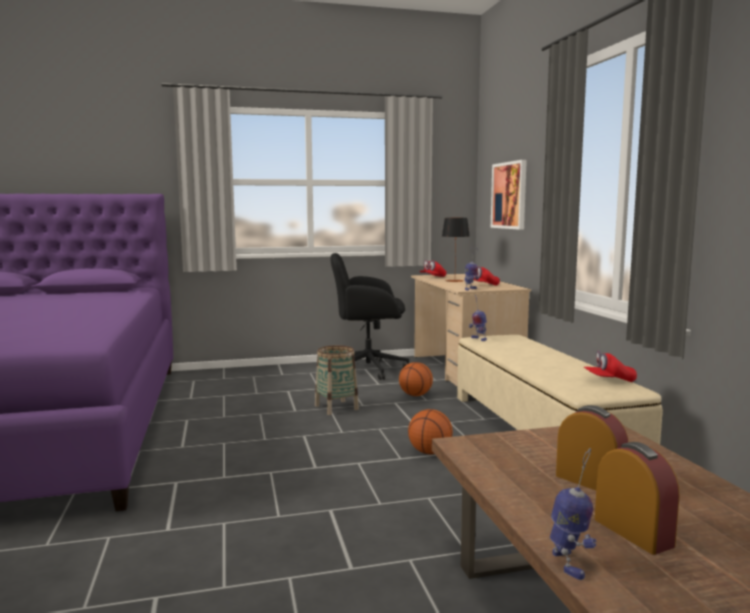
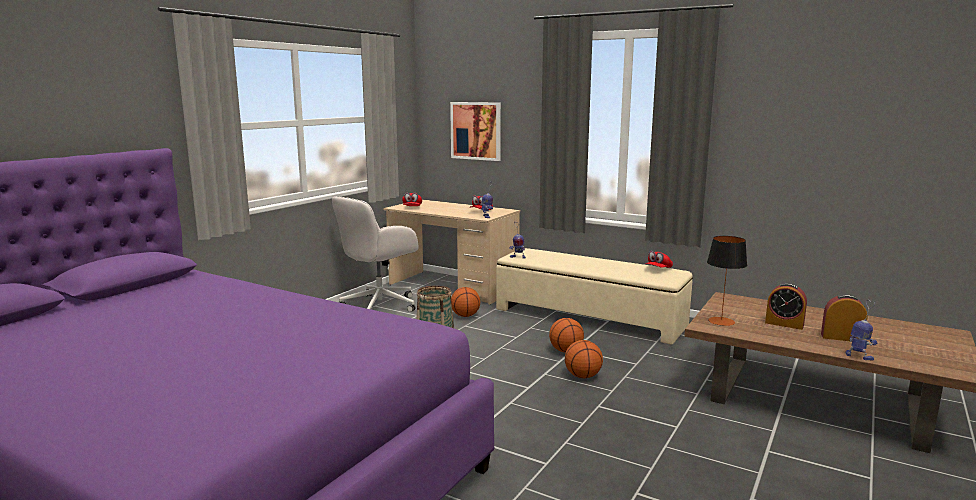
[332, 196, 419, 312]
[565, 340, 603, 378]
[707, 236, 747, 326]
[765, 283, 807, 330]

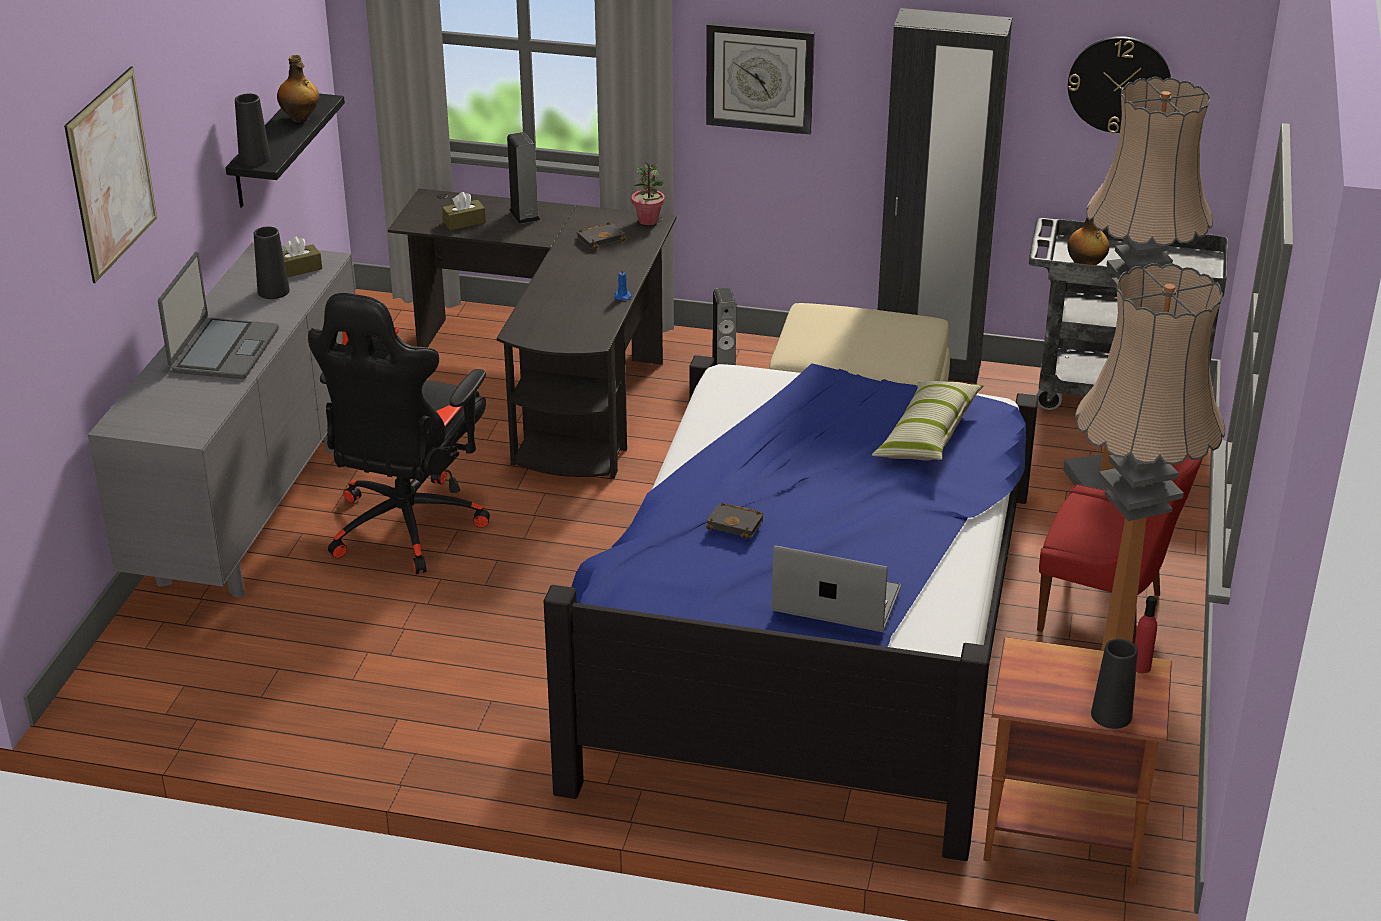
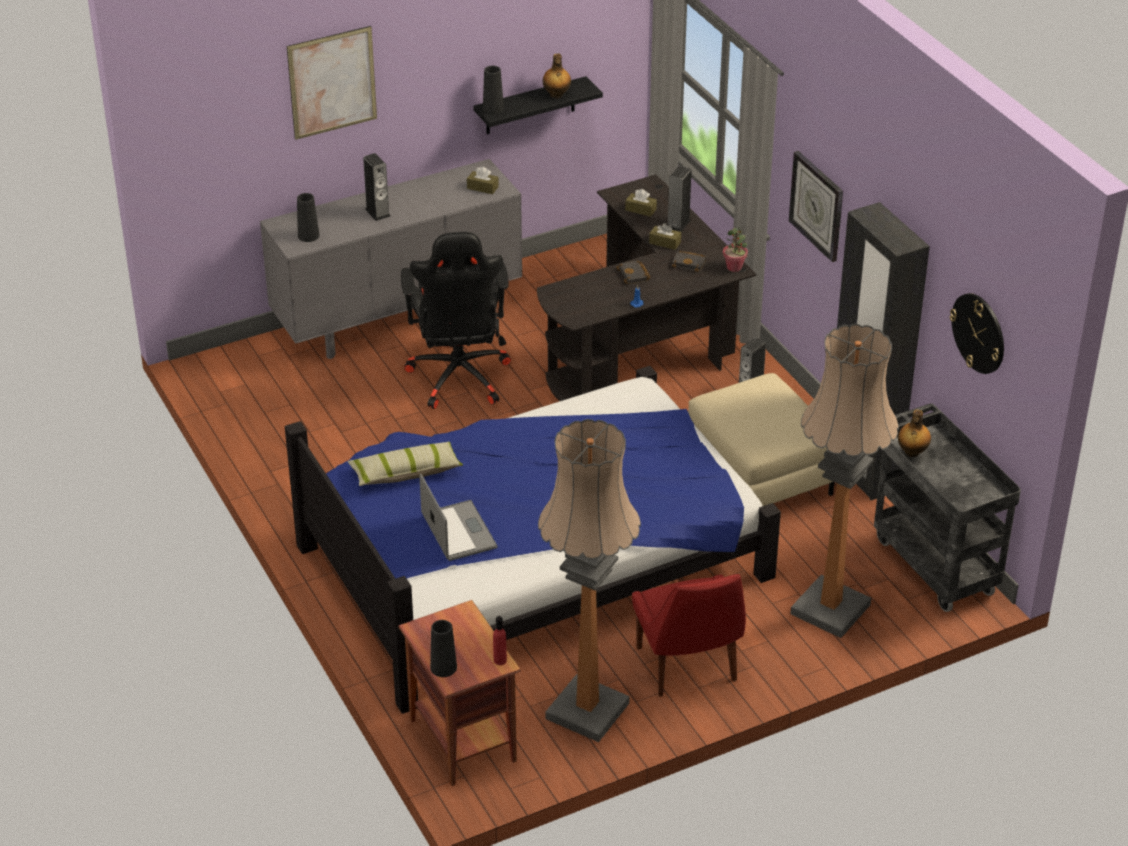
[297, 193, 320, 242]
[348, 442, 463, 486]
[363, 153, 391, 221]
[401, 232, 511, 409]
[616, 261, 650, 284]
[649, 223, 681, 250]

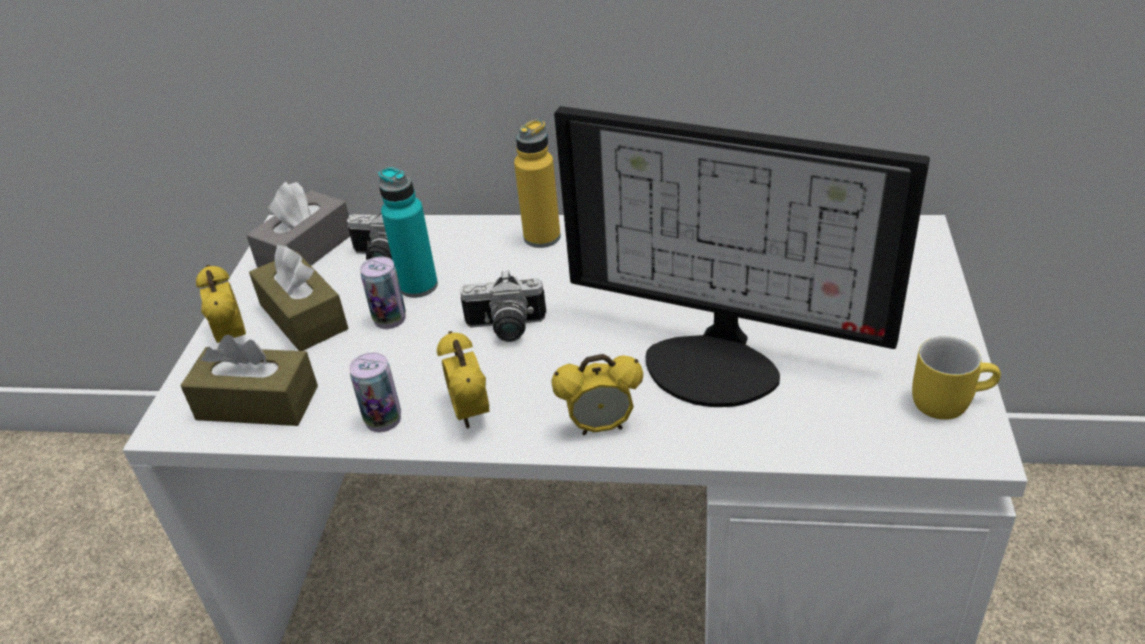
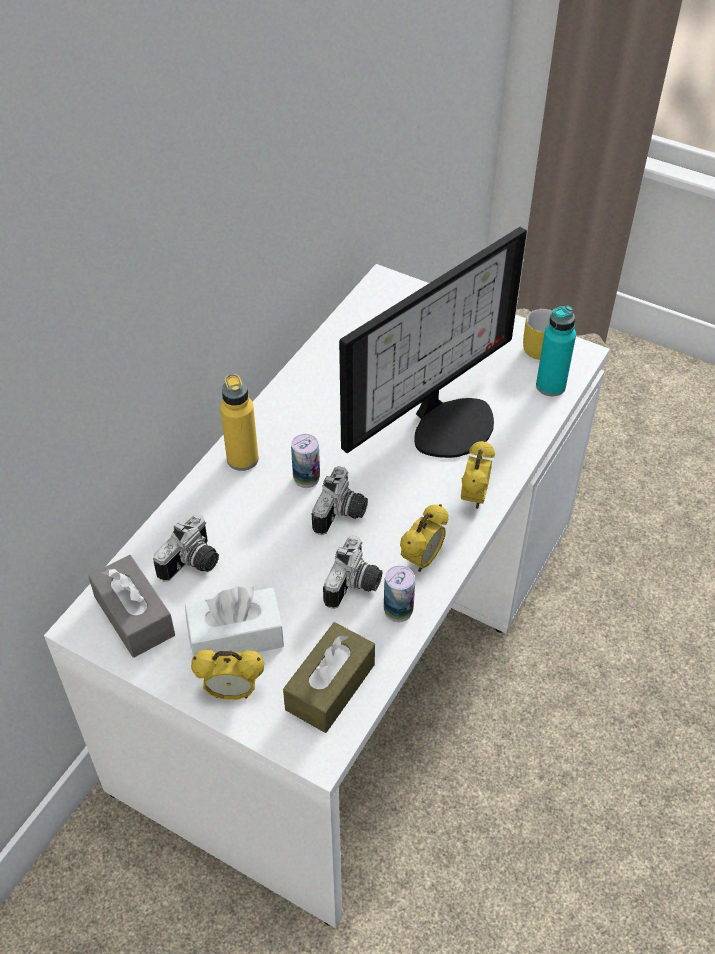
[185, 586, 284, 656]
[291, 434, 320, 488]
[323, 535, 382, 609]
[400, 504, 449, 572]
[536, 305, 576, 396]

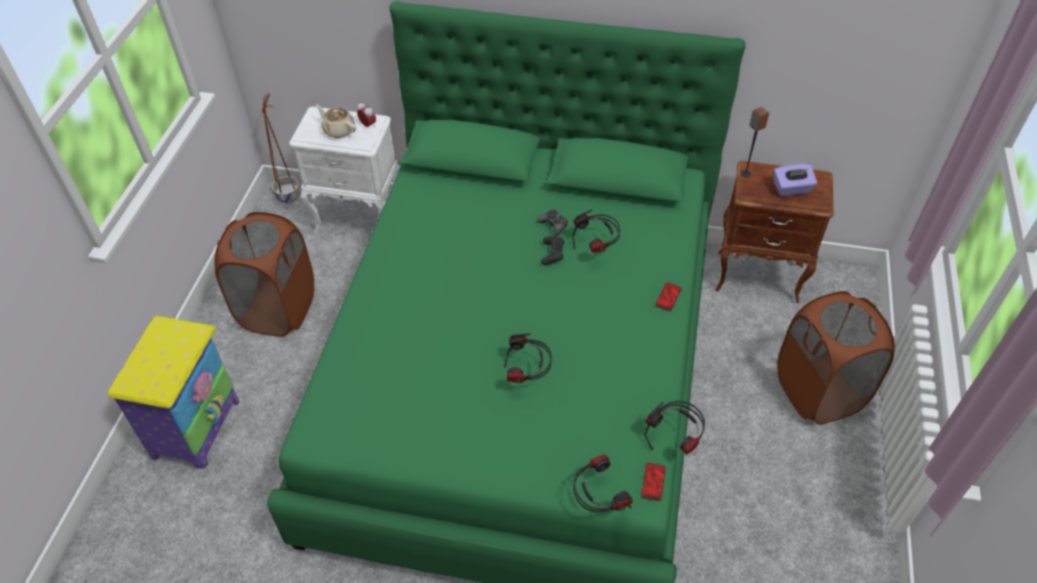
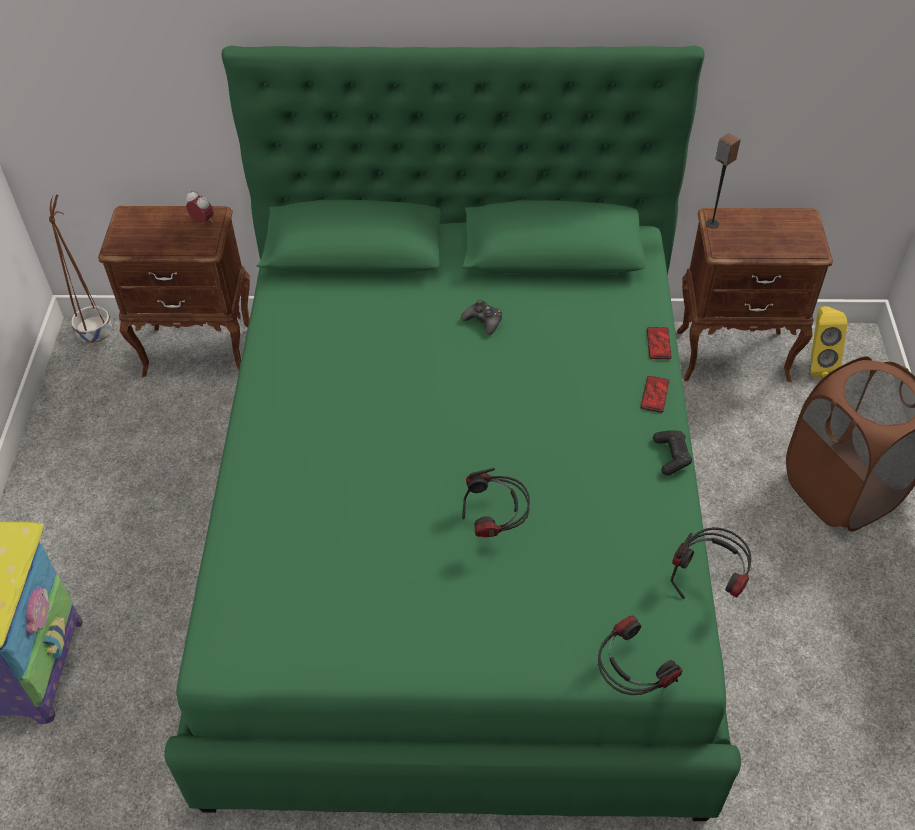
[98, 206, 250, 377]
[647, 327, 672, 359]
[653, 430, 692, 475]
[811, 306, 847, 377]
[214, 212, 314, 337] (first image)
[316, 104, 356, 138] (first image)
[572, 210, 620, 253] (first image)
[774, 164, 817, 196] (first image)

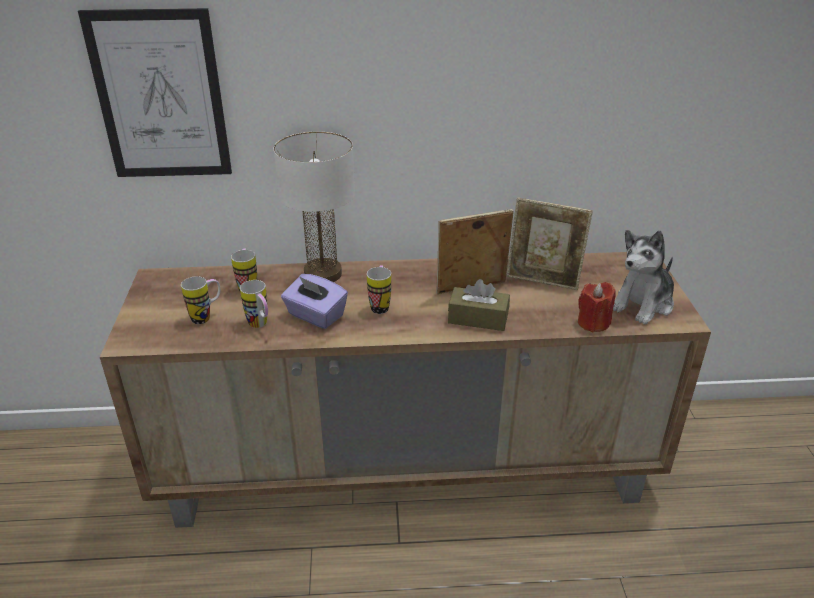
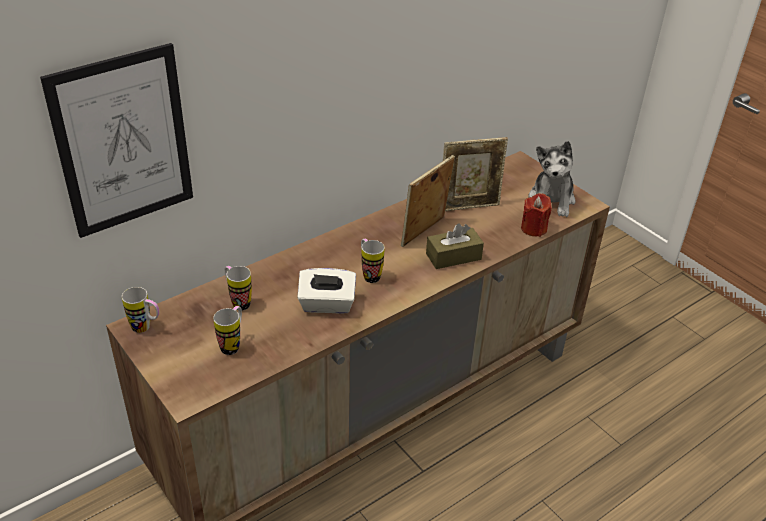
[122, 287, 159, 333]
[297, 268, 356, 314]
[274, 132, 355, 282] (first image)

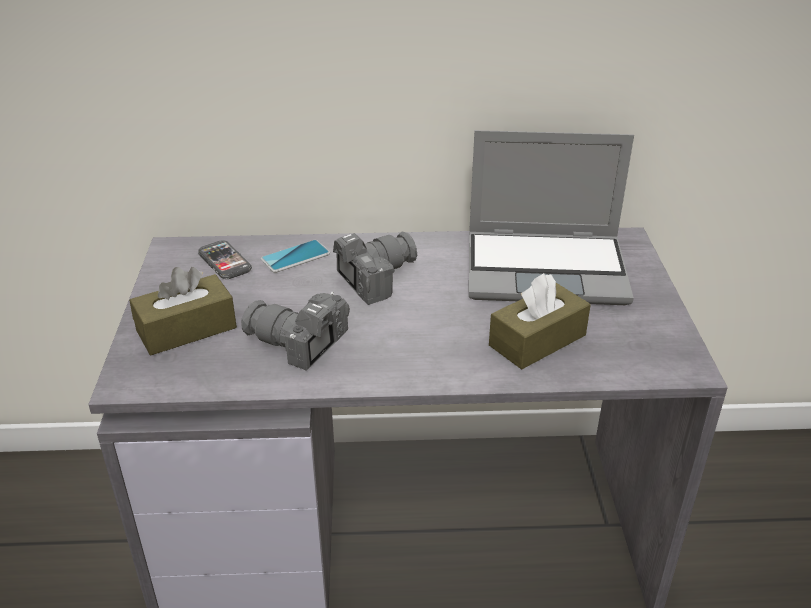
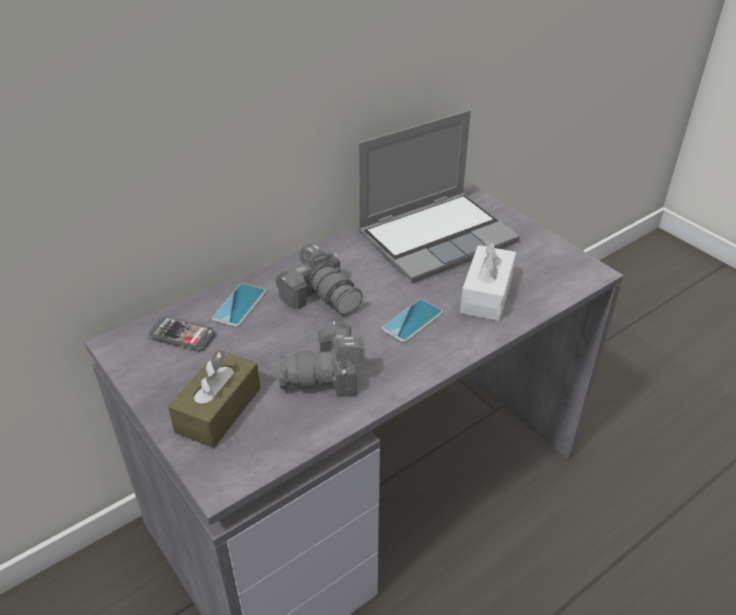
[275, 243, 362, 314]
[382, 299, 443, 342]
[460, 240, 516, 321]

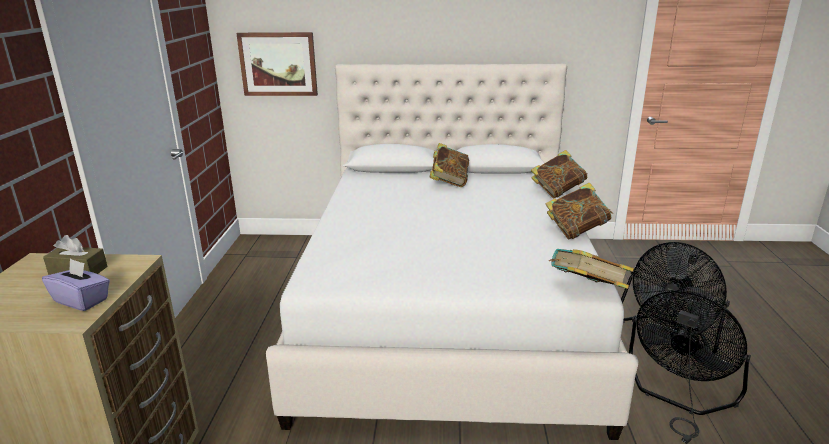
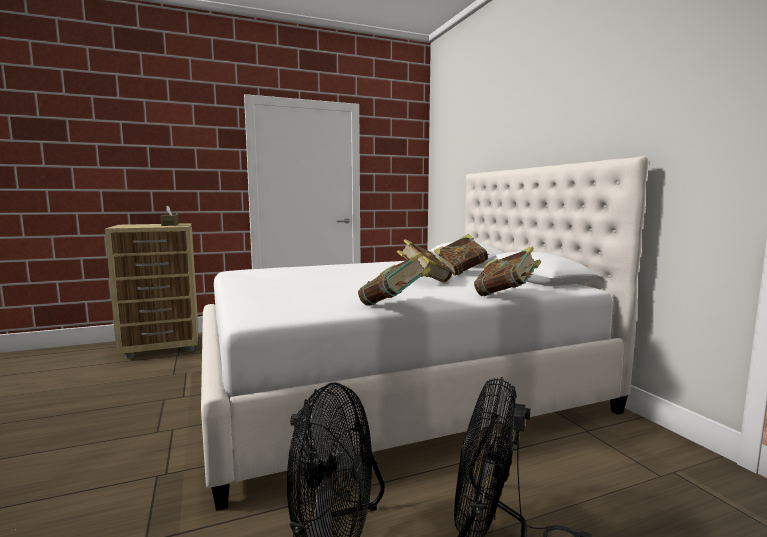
[397, 239, 452, 283]
[42, 258, 110, 311] (first image)
[236, 32, 318, 96] (first image)

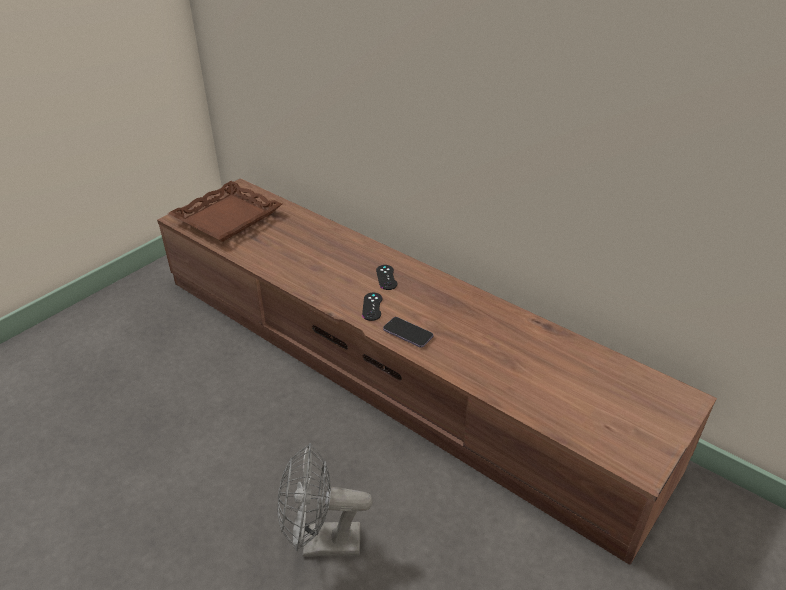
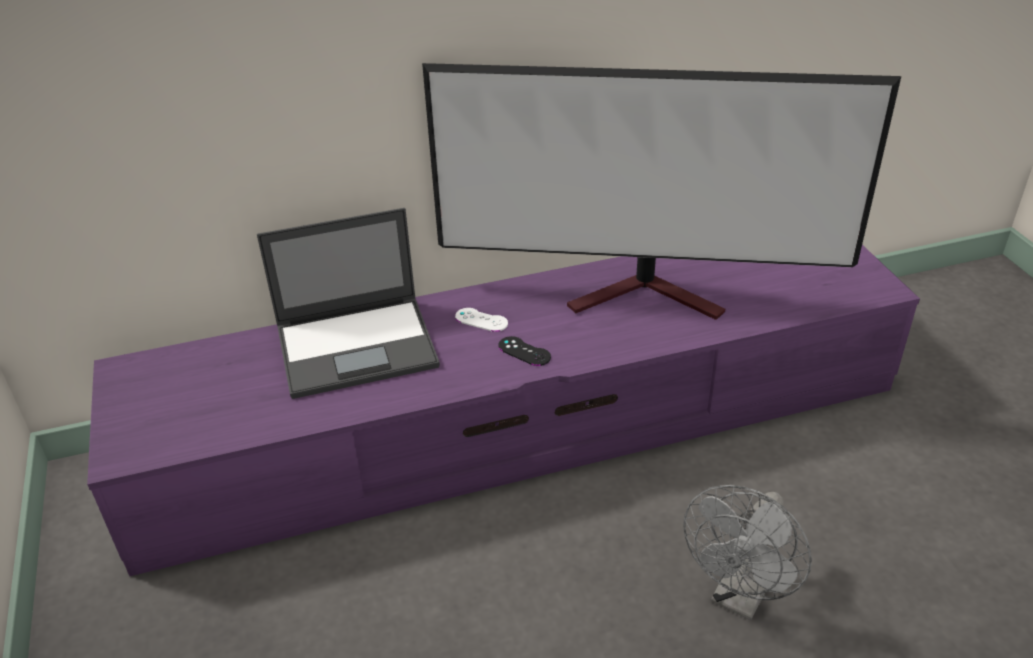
[87, 245, 920, 576]
[257, 208, 440, 399]
[422, 63, 901, 320]
[455, 308, 508, 332]
[168, 181, 282, 242] (first image)
[383, 317, 433, 348] (first image)

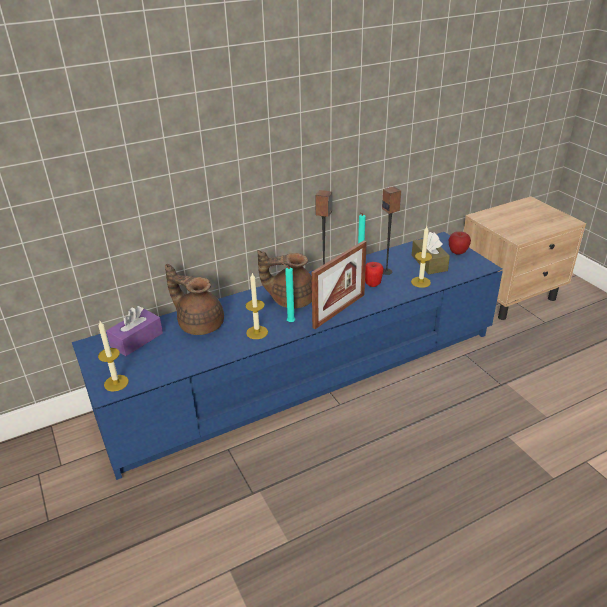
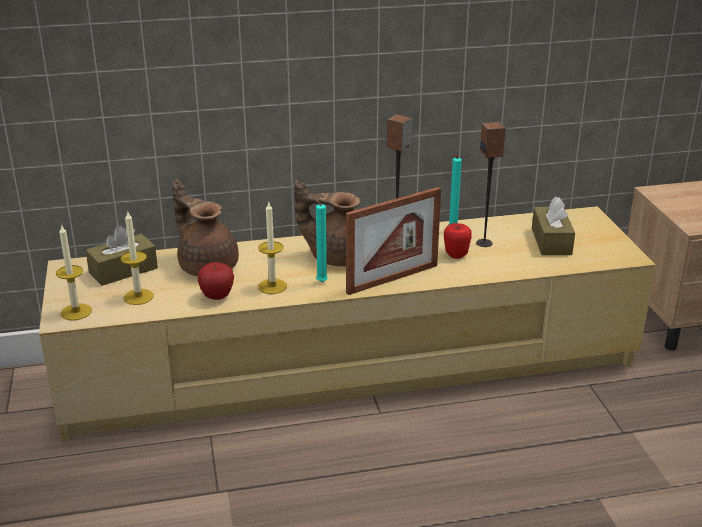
[39, 206, 656, 442]
[85, 225, 158, 286]
[120, 210, 154, 305]
[198, 262, 234, 300]

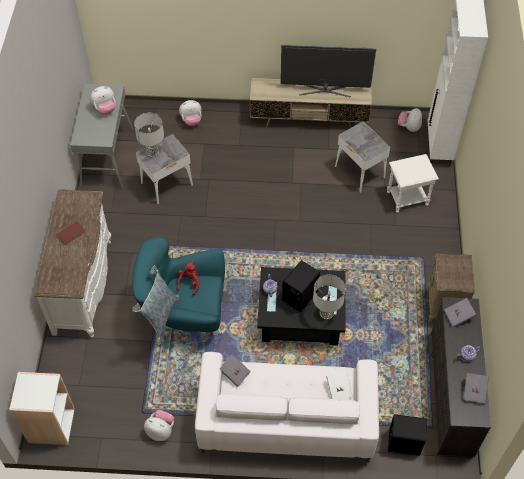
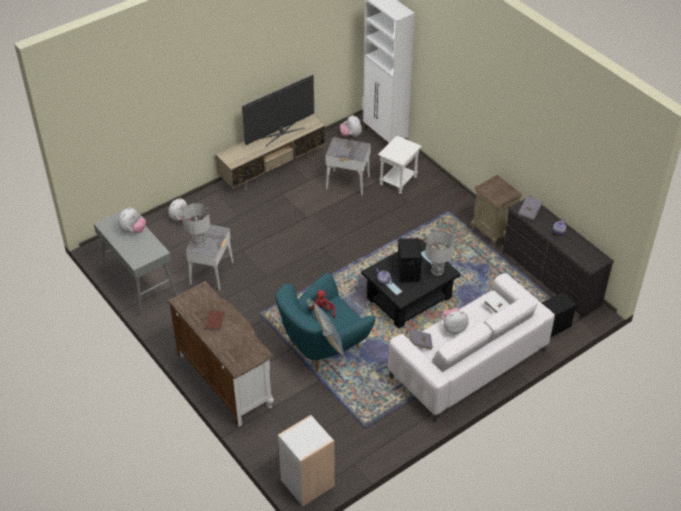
[442, 308, 469, 334]
[463, 373, 489, 404] (first image)

